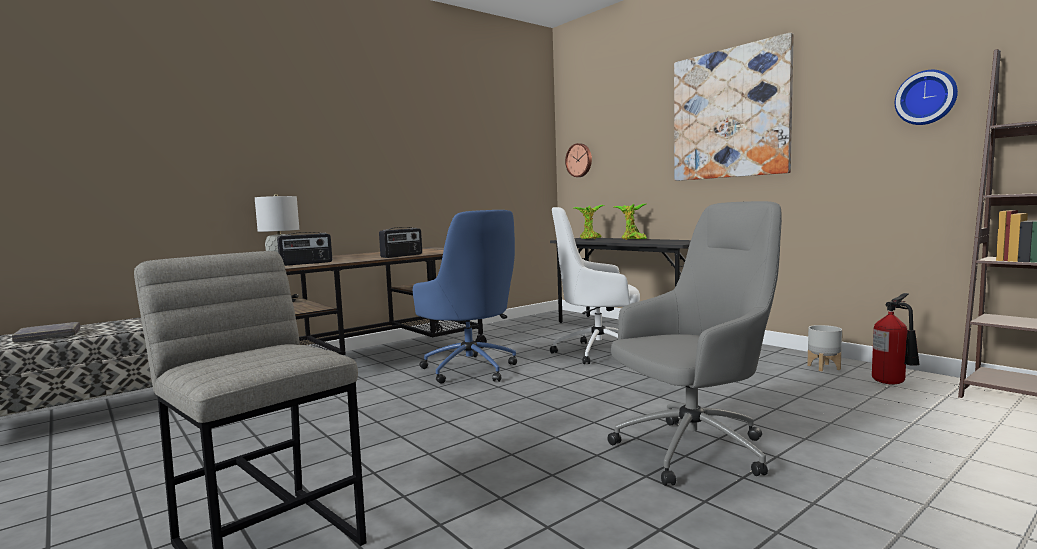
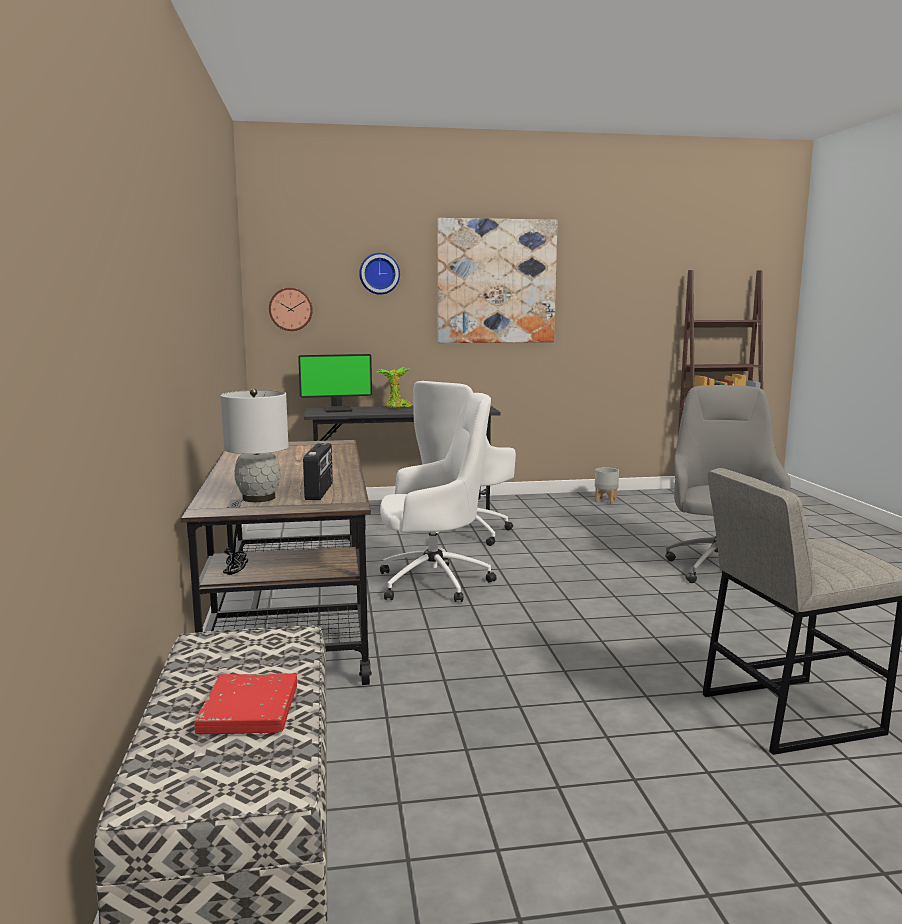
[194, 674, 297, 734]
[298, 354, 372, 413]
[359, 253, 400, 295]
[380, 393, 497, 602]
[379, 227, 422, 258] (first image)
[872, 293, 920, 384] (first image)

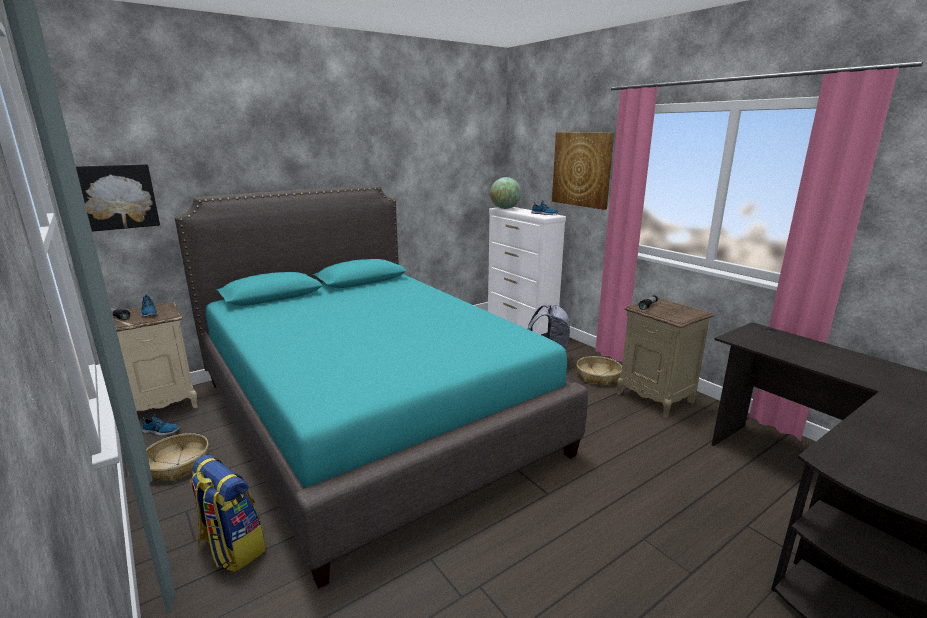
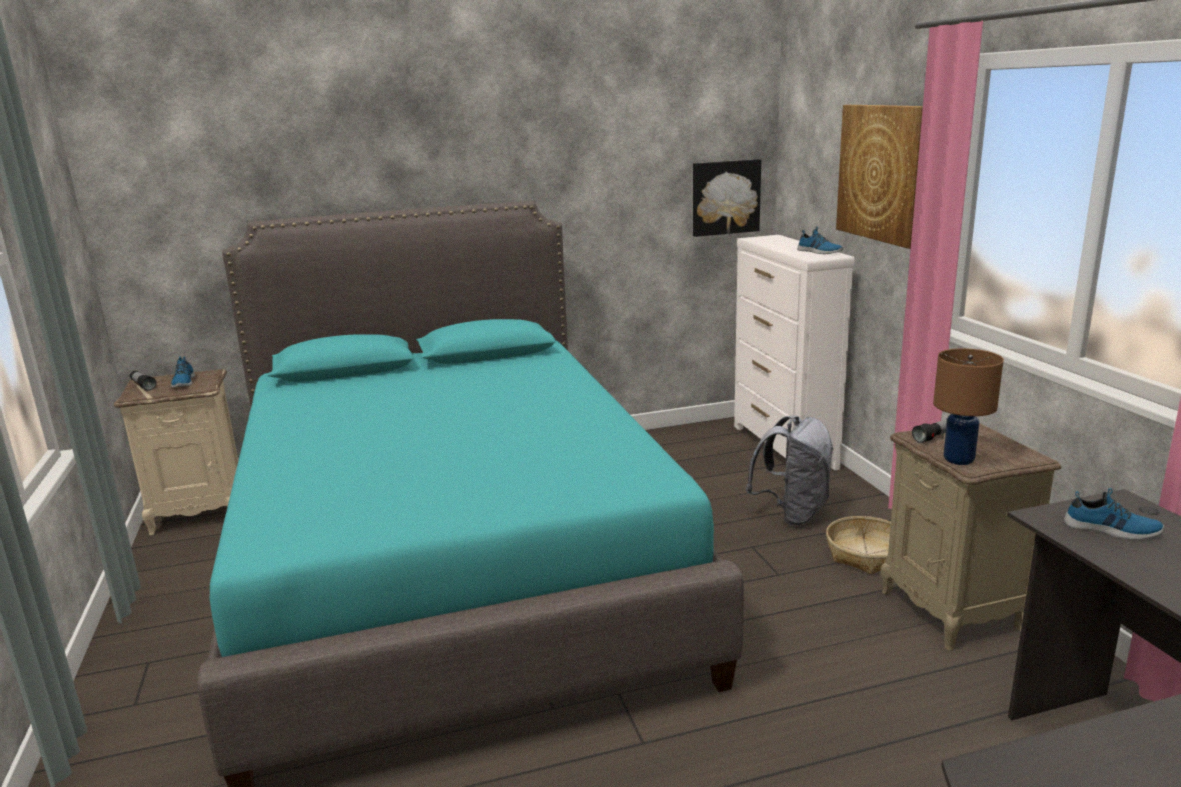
[693, 159, 761, 237]
[933, 348, 1004, 465]
[1064, 488, 1164, 539]
[146, 433, 208, 481] (first image)
[190, 455, 266, 572] (first image)
[490, 177, 521, 209] (first image)

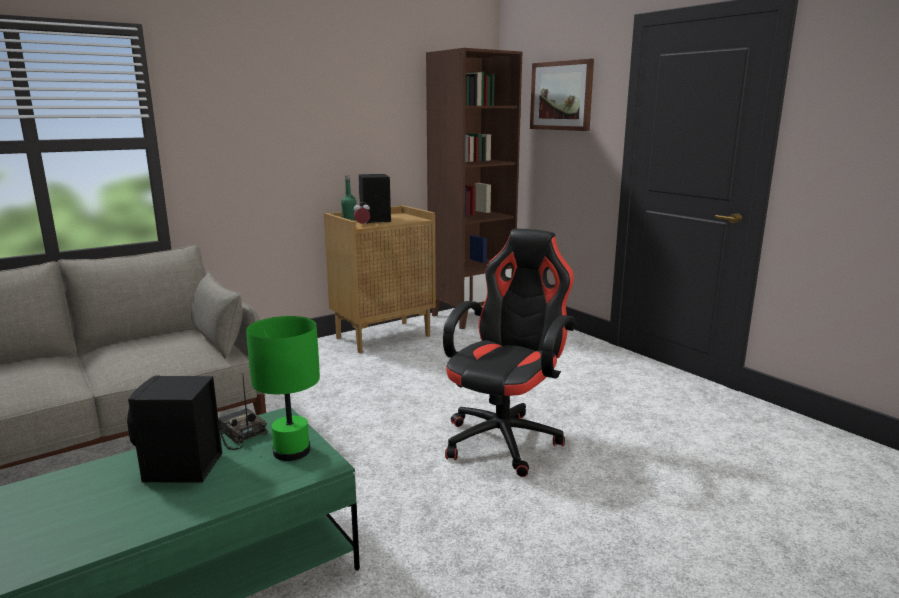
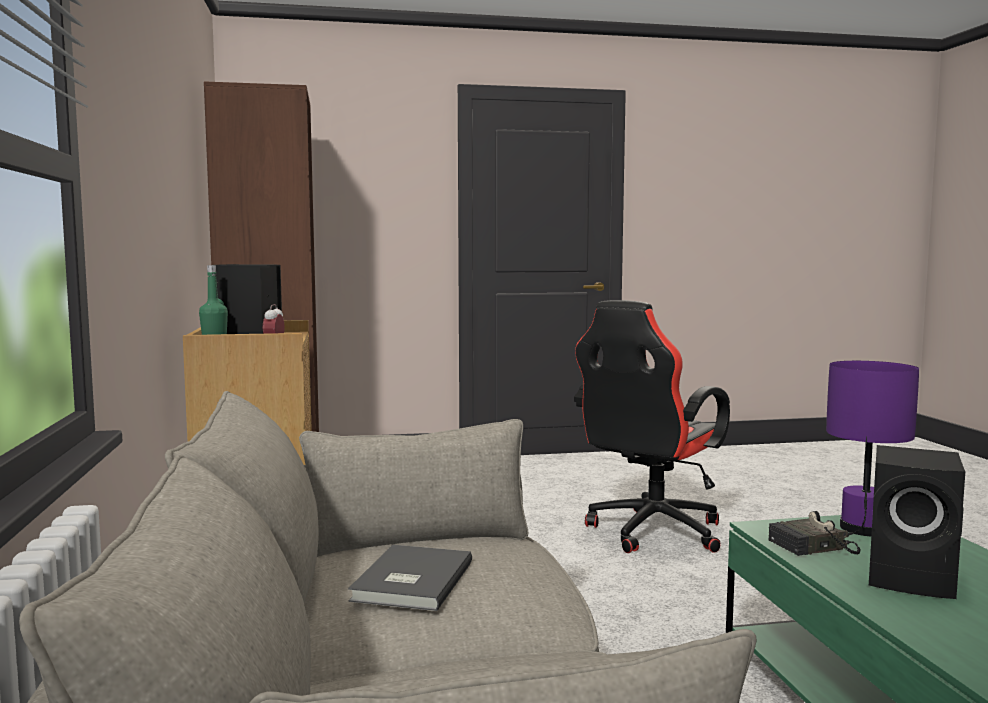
[348, 545, 472, 611]
[574, 300, 730, 553]
[826, 361, 919, 536]
[530, 59, 594, 131] (first image)

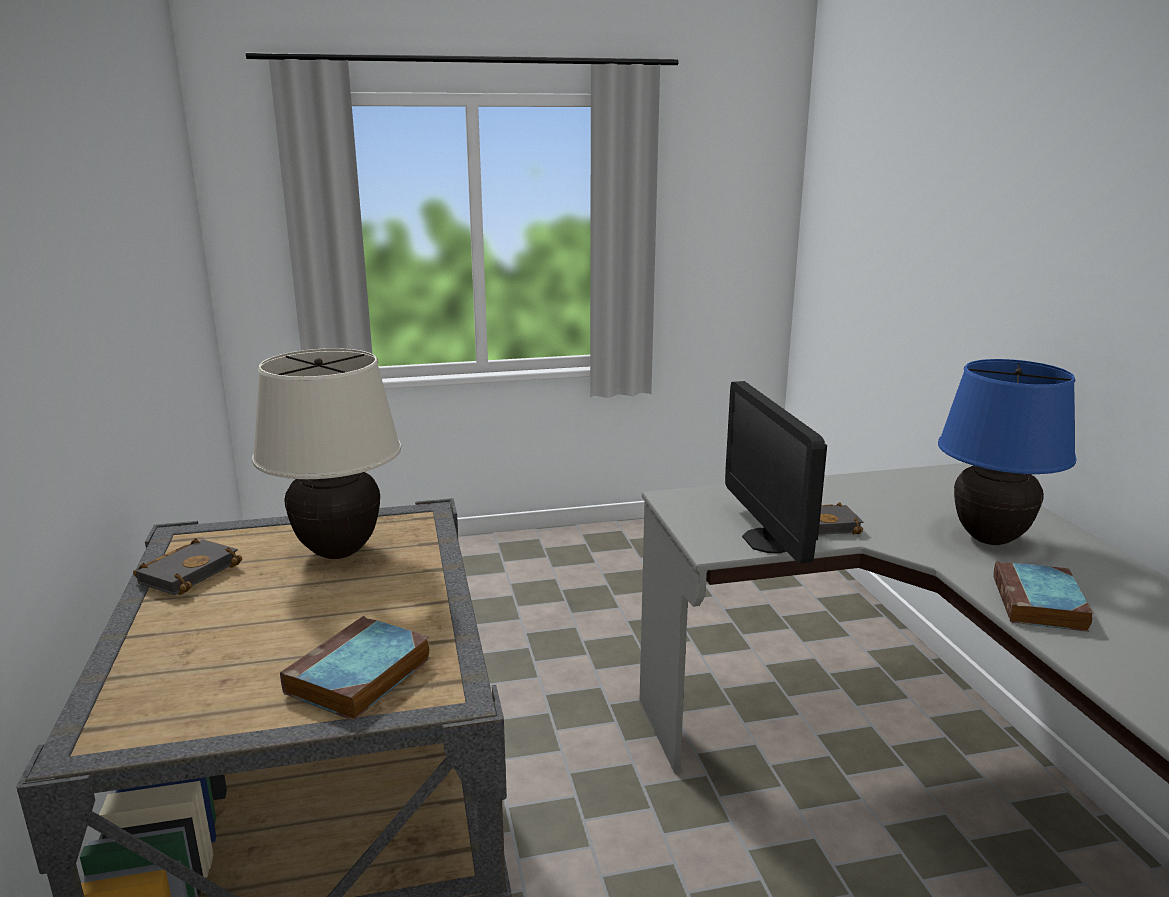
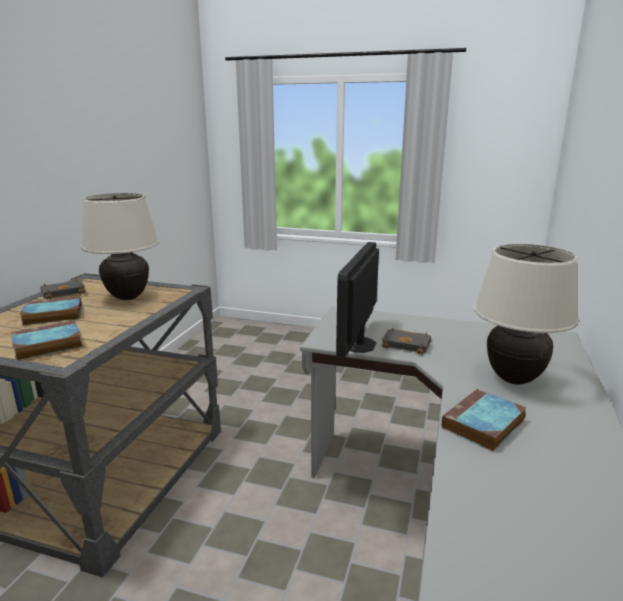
[20, 296, 82, 326]
[474, 244, 578, 385]

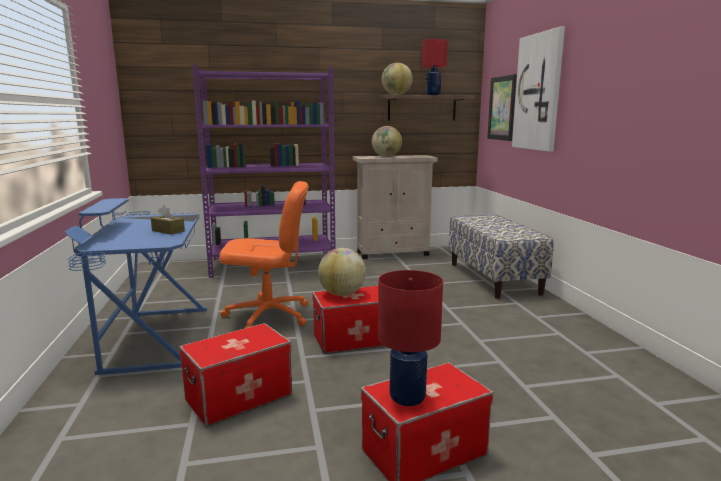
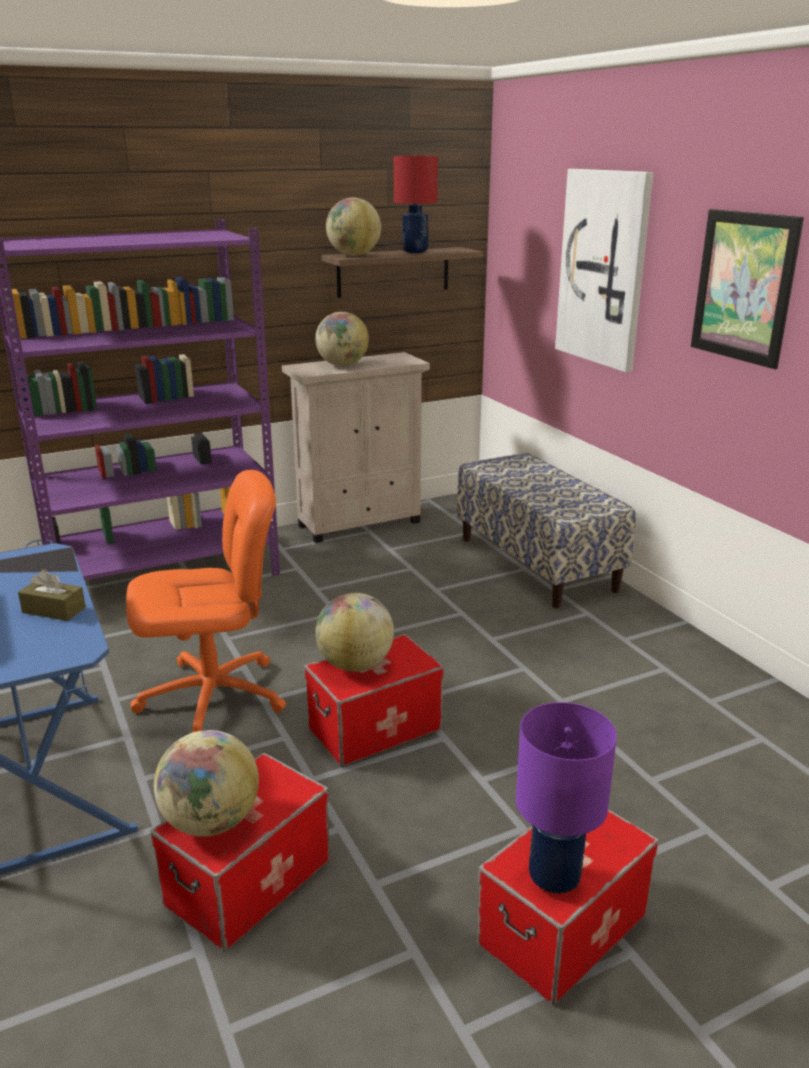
[154, 730, 259, 837]
[516, 702, 617, 894]
[691, 209, 804, 369]

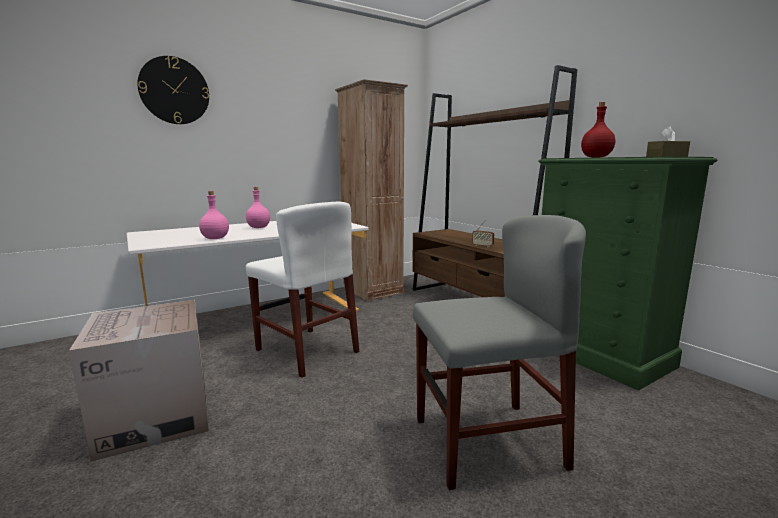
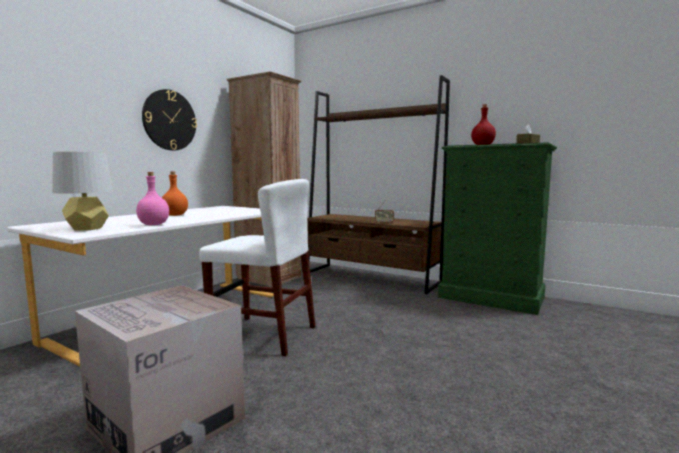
[52, 152, 113, 231]
[142, 89, 197, 151]
[162, 171, 188, 216]
[413, 215, 586, 490] (first image)

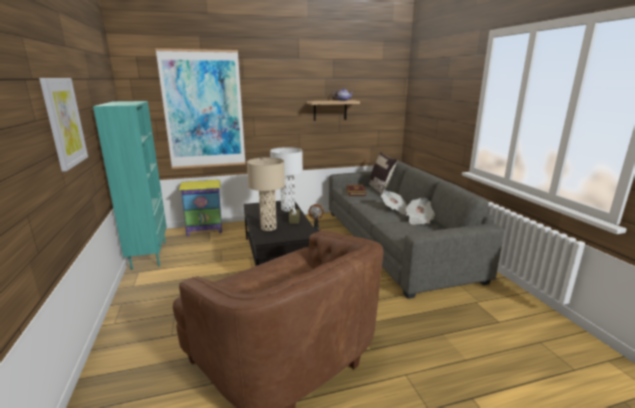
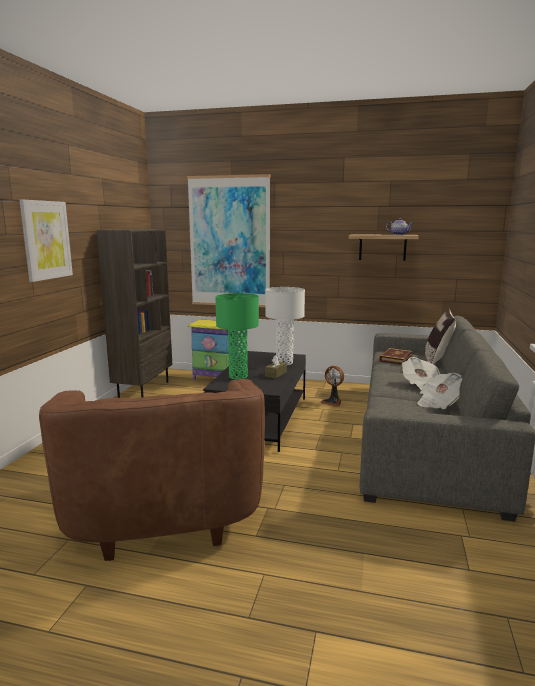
[97, 229, 172, 398]
[215, 293, 259, 380]

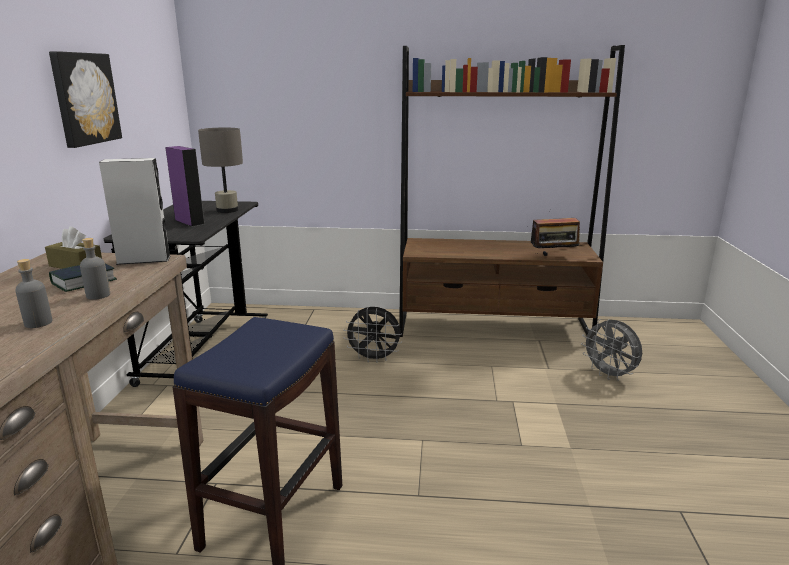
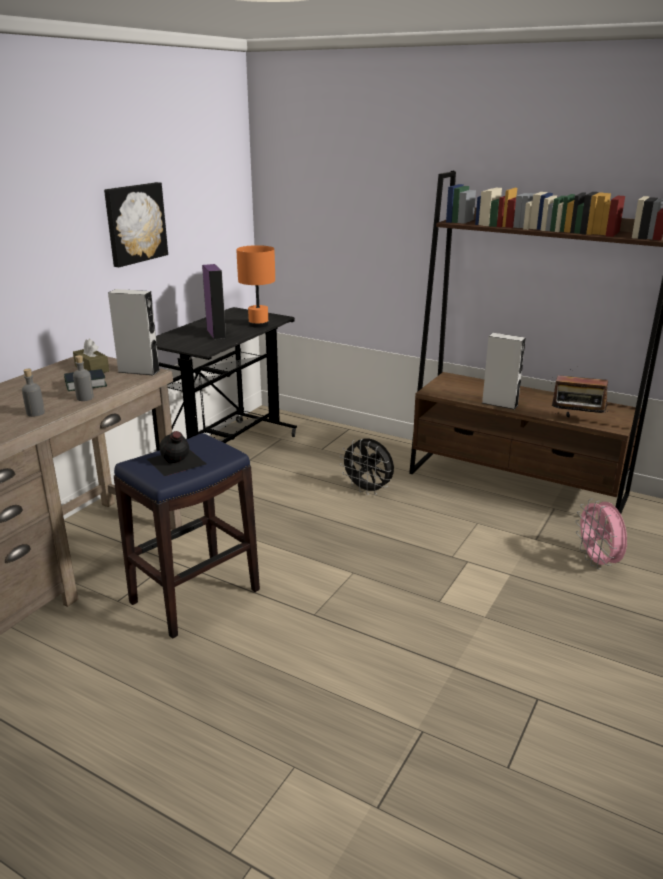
[147, 431, 206, 476]
[237, 245, 275, 328]
[482, 333, 526, 410]
[575, 499, 627, 569]

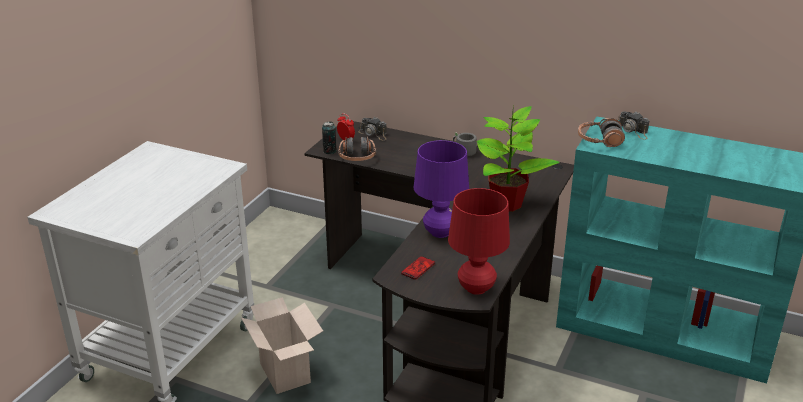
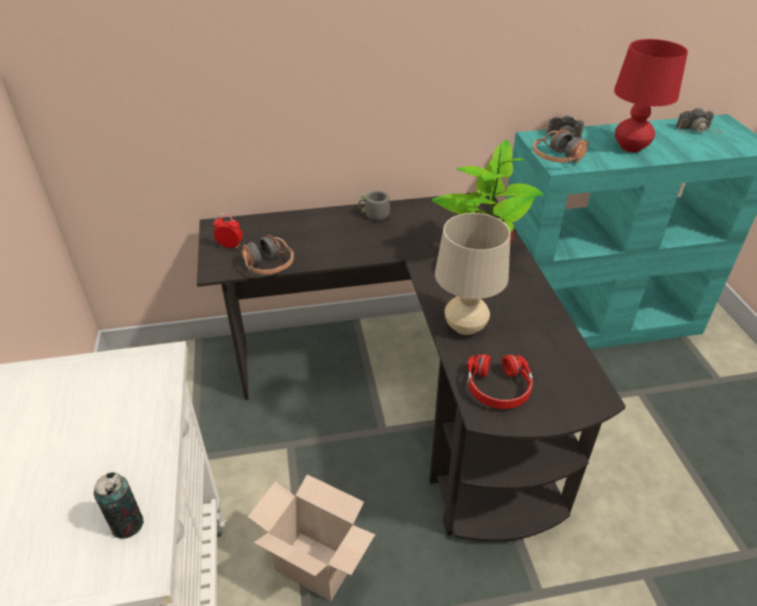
[94, 472, 144, 539]
[435, 213, 511, 335]
[467, 354, 533, 409]
[614, 39, 688, 152]
[676, 107, 722, 133]

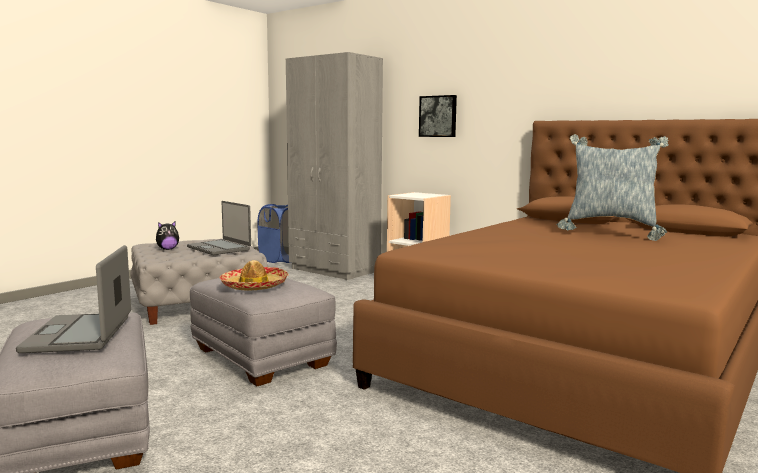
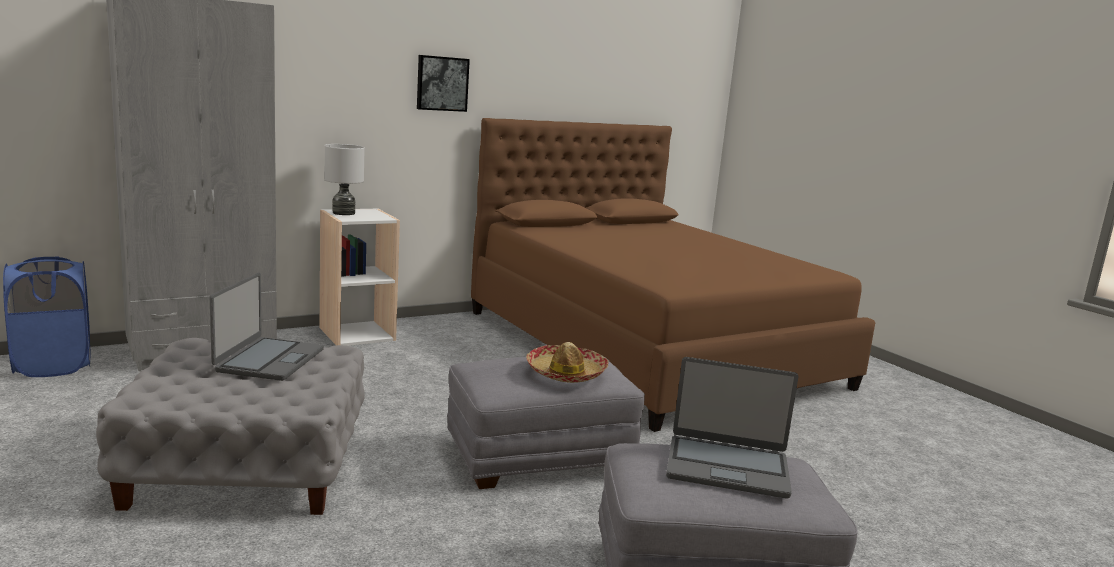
[210, 273, 324, 381]
[324, 144, 365, 215]
[417, 55, 470, 112]
[156, 221, 179, 250] (first image)
[556, 134, 668, 241] (first image)

